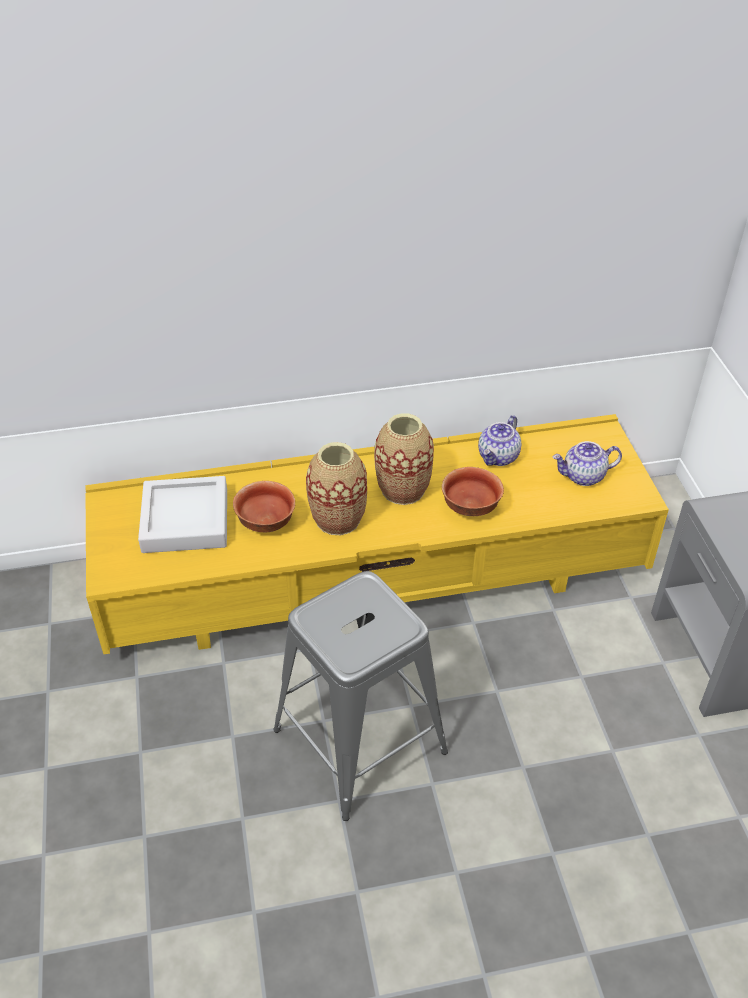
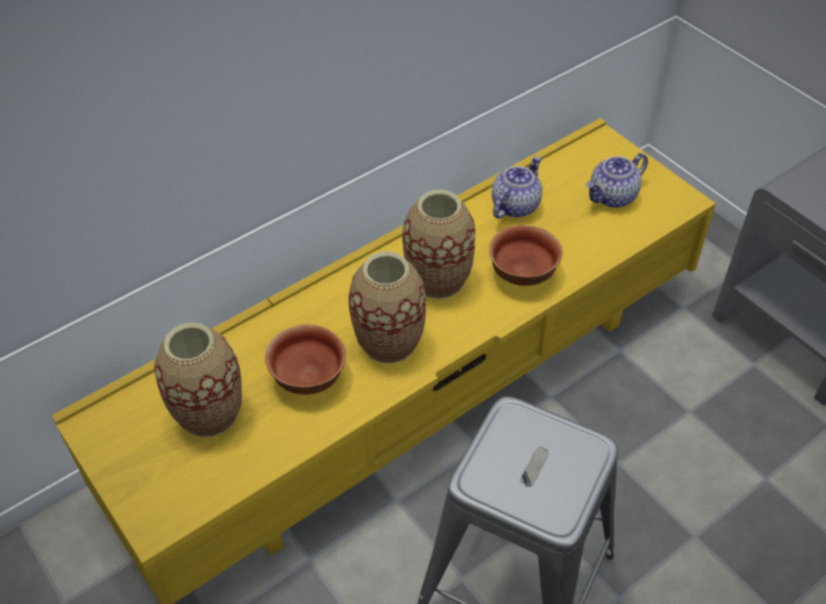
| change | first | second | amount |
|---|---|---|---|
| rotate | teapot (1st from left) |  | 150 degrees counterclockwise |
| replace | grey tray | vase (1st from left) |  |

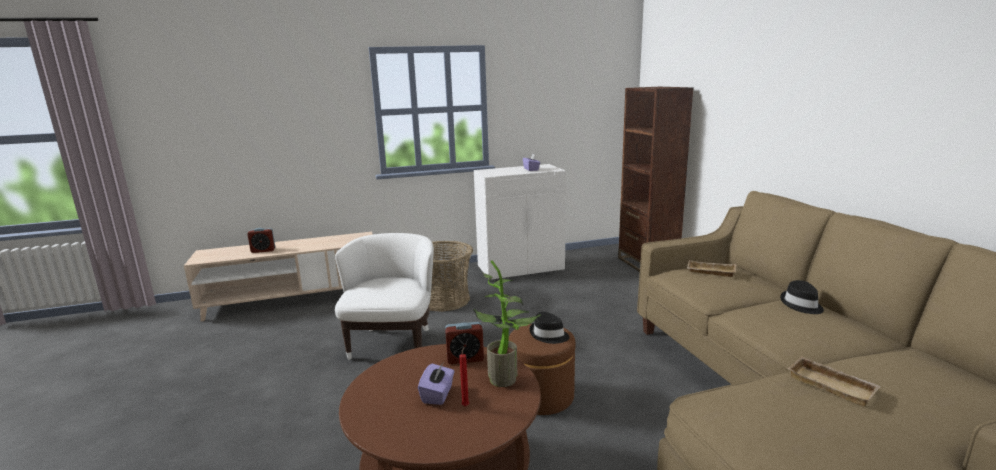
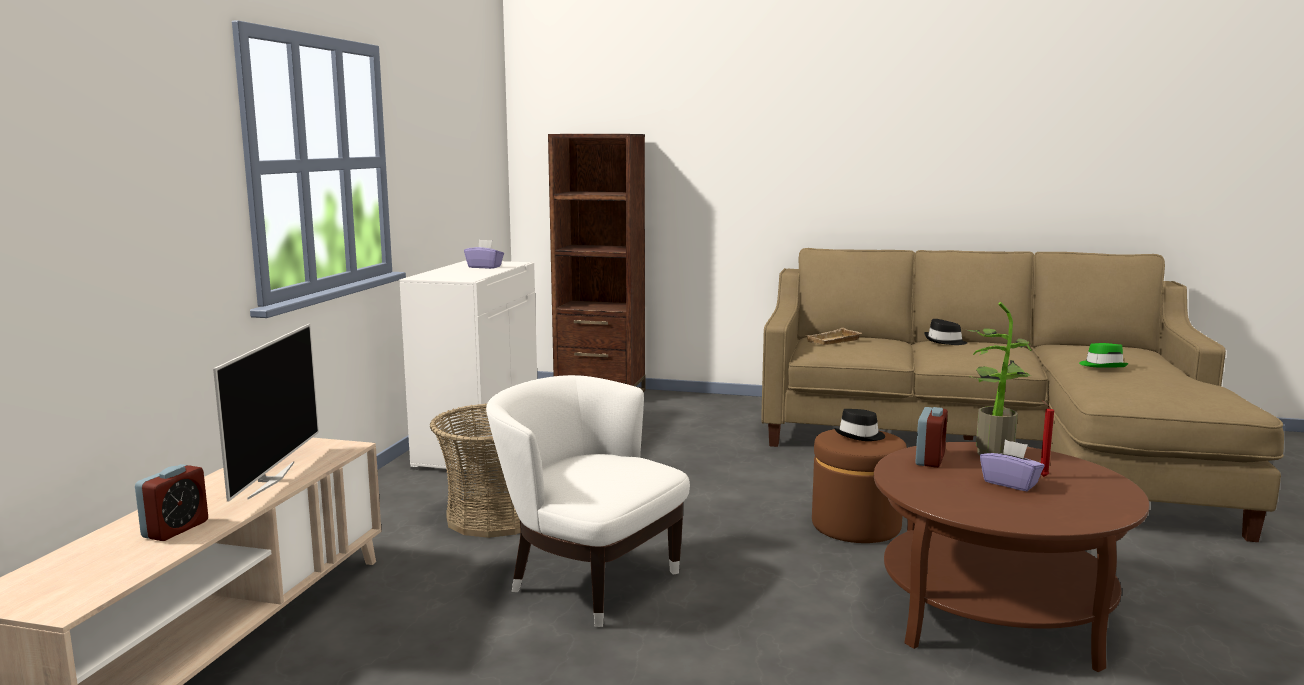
| change | first | second | amount |
|---|---|---|---|
| replace | beige tray (2nd from left) | green hat |  |
| insert |  | television |  |

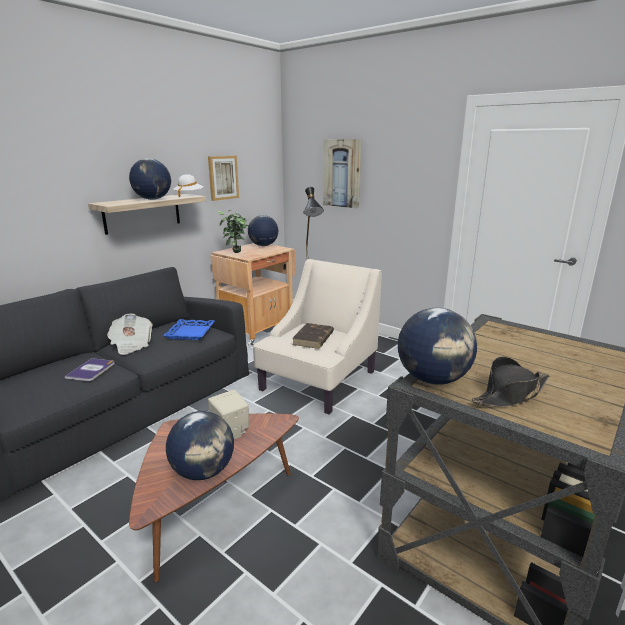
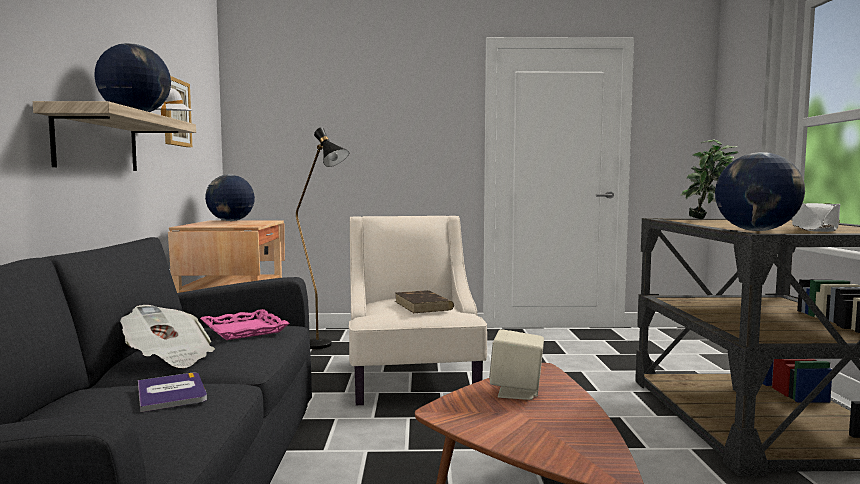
| change | first | second | amount |
|---|---|---|---|
| delete | picture (2nd from left) |  |  |
| move | potted plant |  |  |
| recolor | blue tray | pink tray |  |
| recolor | black hat | white hat (2nd from left) |  |
| delete | globe (2nd from left) |  |  |

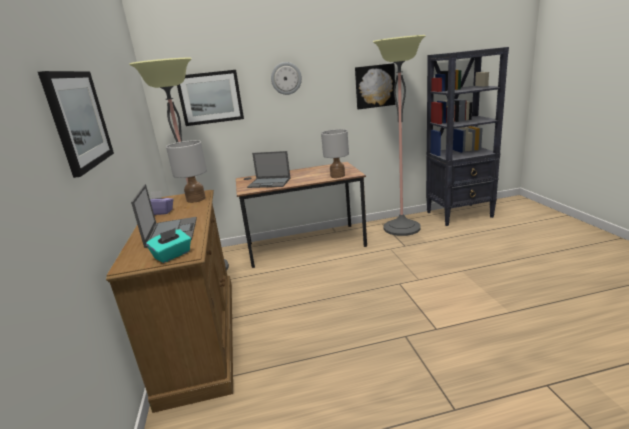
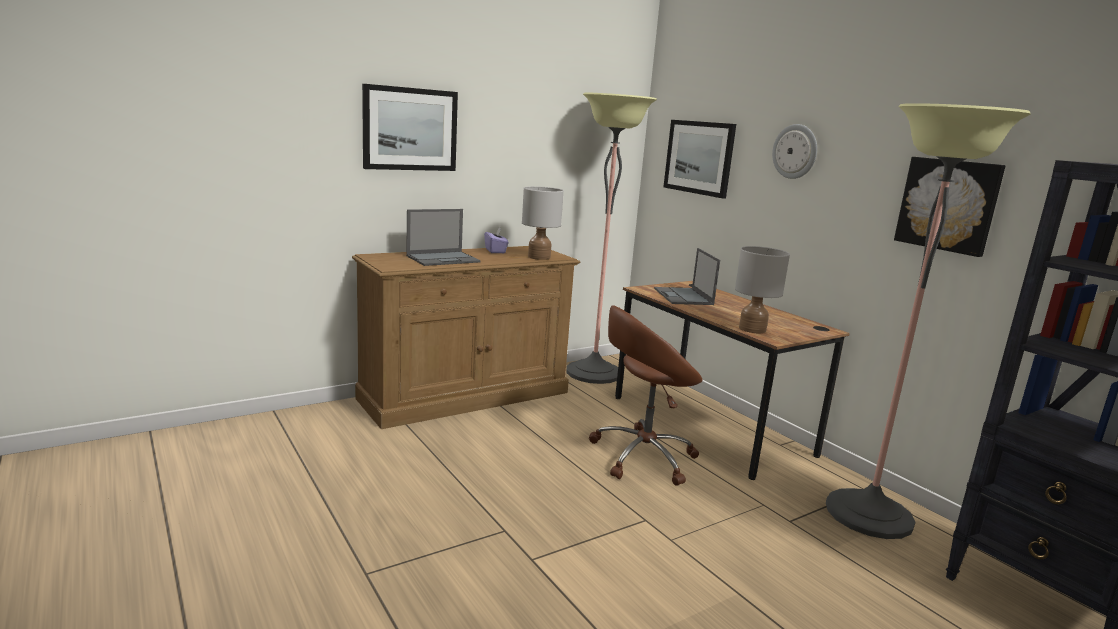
| change | first | second | amount |
|---|---|---|---|
| delete | turquoise tissue box |  |  |
| insert |  | brown office chair |  |

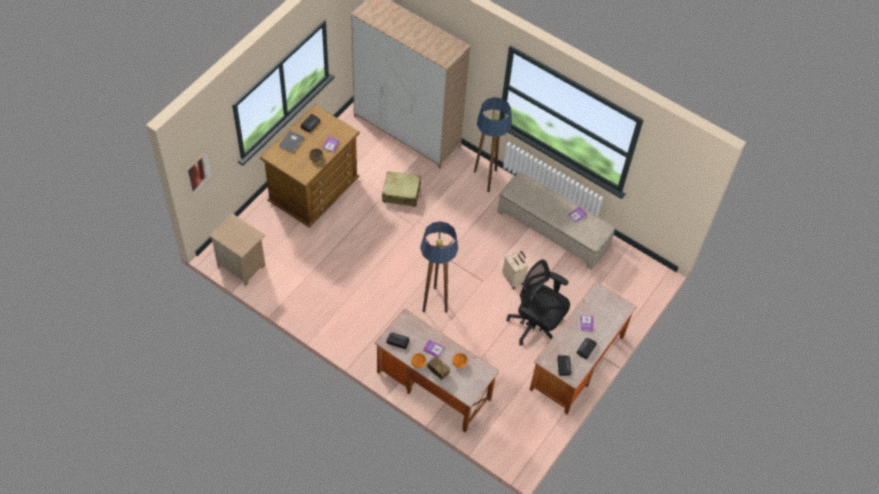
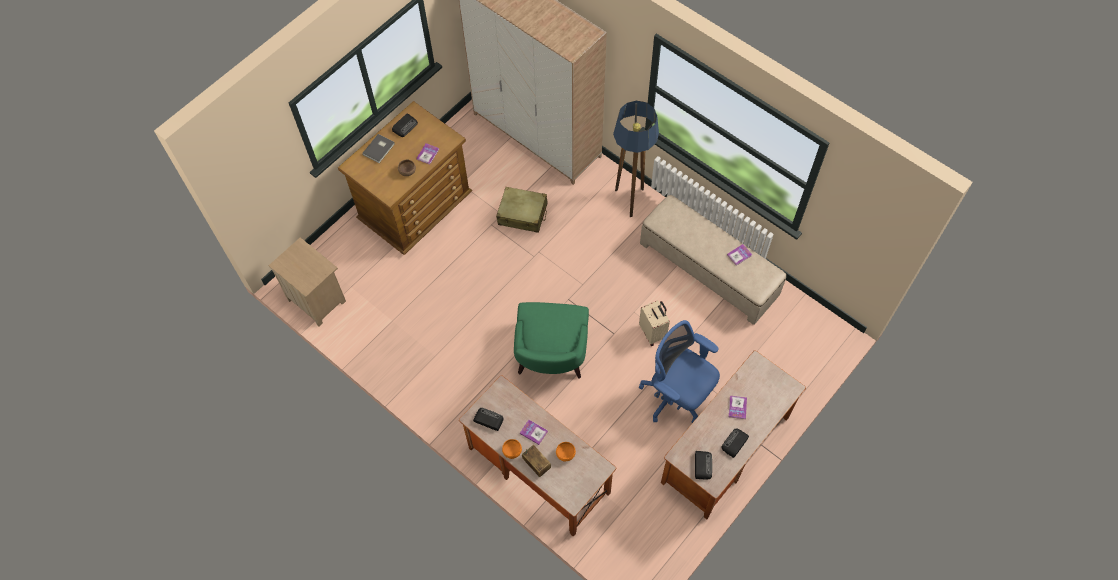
| change | first | second | amount |
|---|---|---|---|
| delete | picture |  |  |
| replace | floor lamp (1st from left) | green armchair |  |
| recolor | black office chair | blue office chair |  |

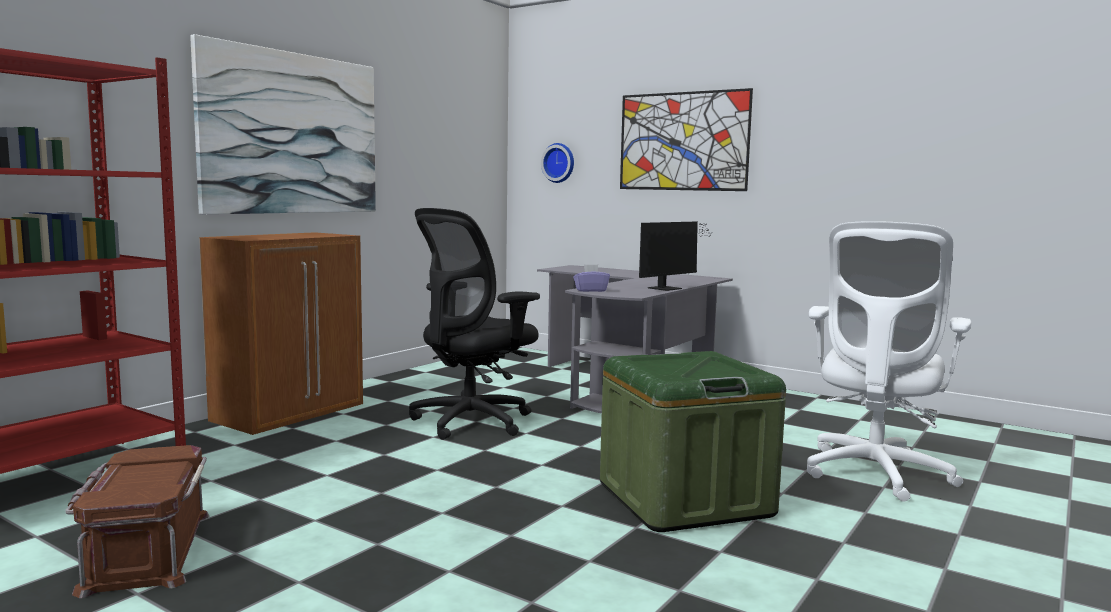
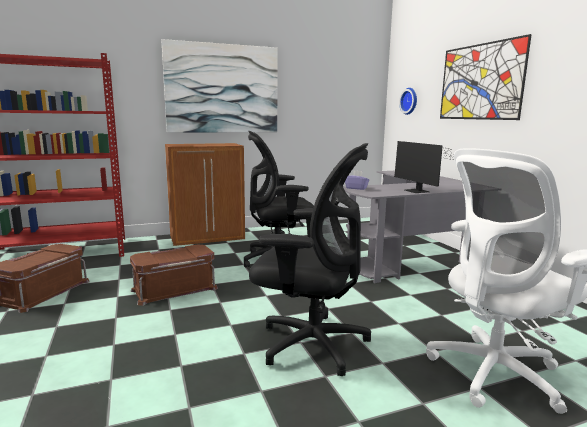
| change | first | second | amount |
|---|---|---|---|
| rotate | monitor |  | 75 degrees clockwise |
| replace | green storage box | black office chair (2nd from left) |  |
| insert |  | brown storage box (2nd from left) |  |

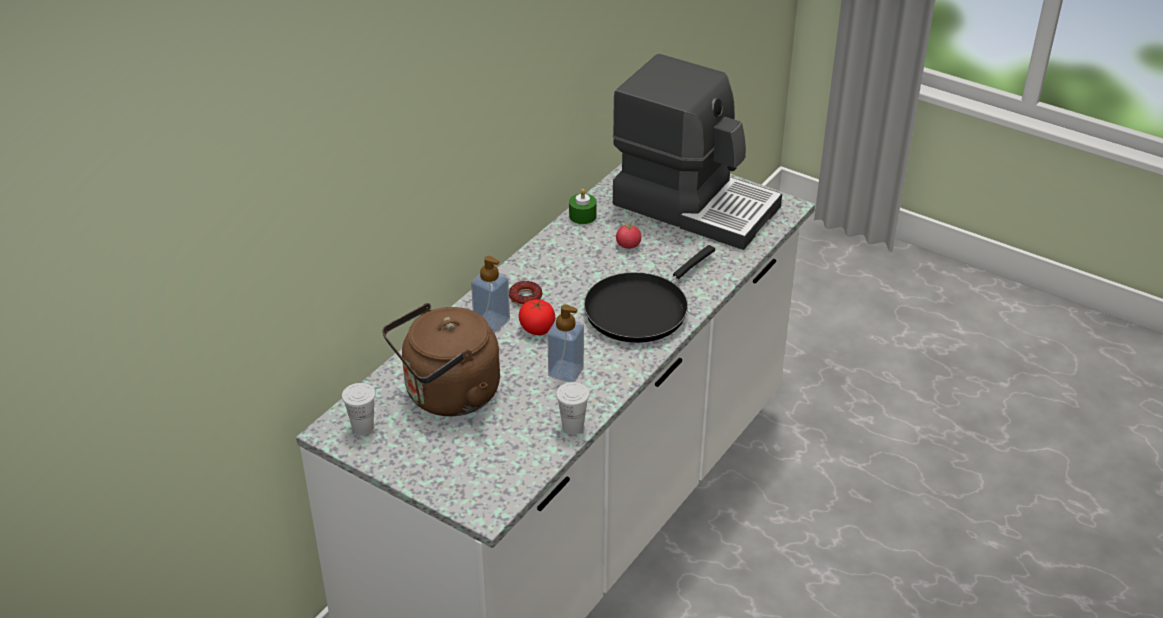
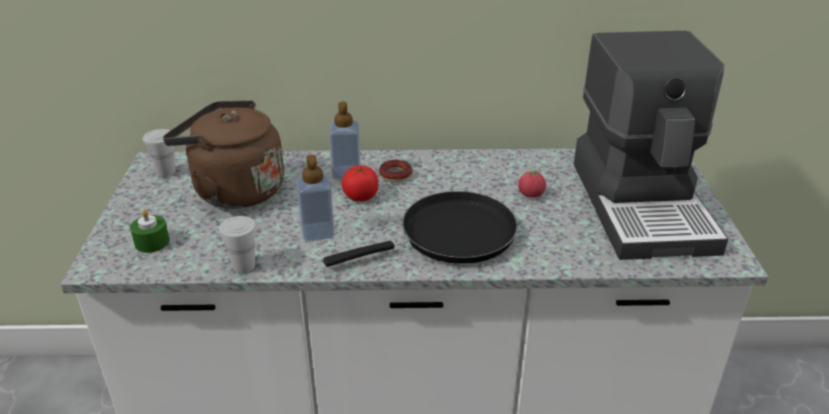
| change | first | second | amount |
|---|---|---|---|
| move | green candle |  |  |
| rotate | black frying pan |  | 150 degrees clockwise |

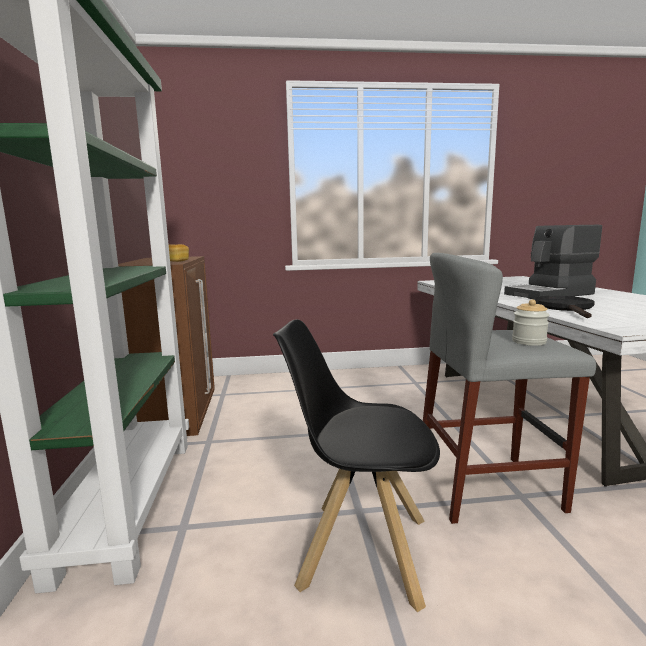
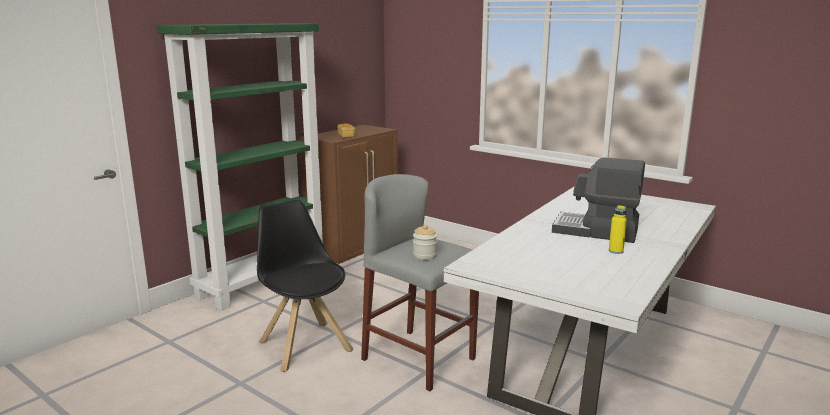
| change | first | second | amount |
|---|---|---|---|
| delete | black frying pan |  |  |
| insert |  | yellow bottle |  |

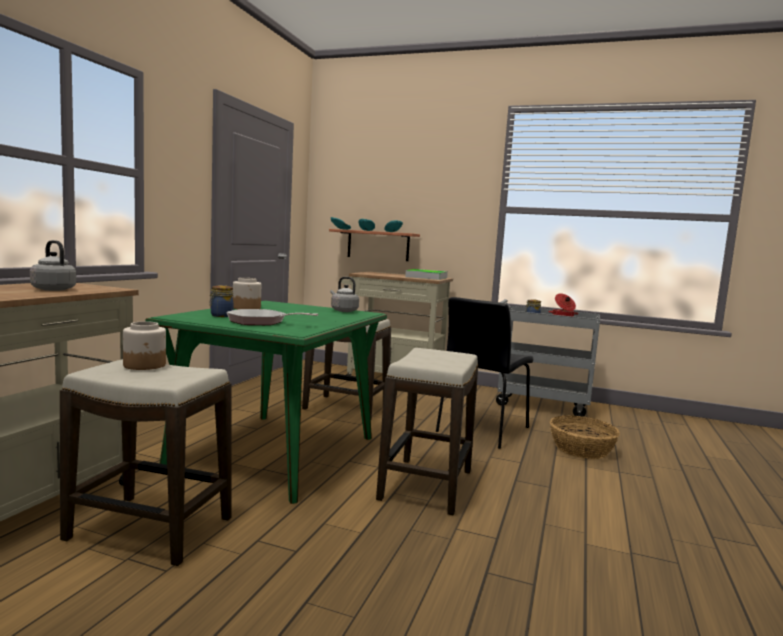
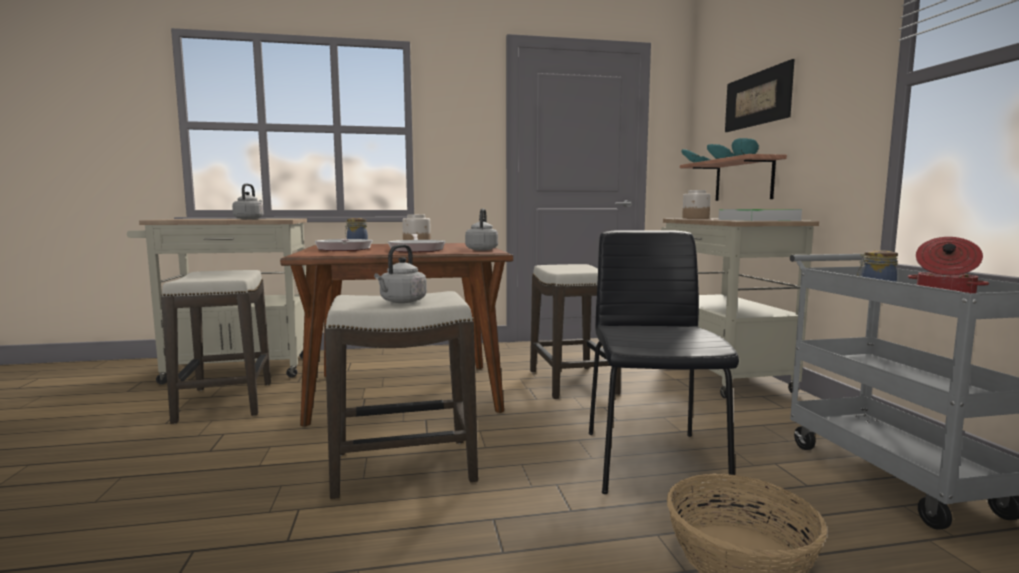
| change | first | second | amount |
|---|---|---|---|
| rotate | black chair |  | 90 degrees clockwise |
| recolor | green dining table | brown dining table |  |
| move | jar (1st from left in the first image) | jar (3rd from left) |  |
| insert |  | picture |  |
| insert |  | frying pan (2nd from left) |  |
| insert |  | grey kettle (2nd from left) |  |

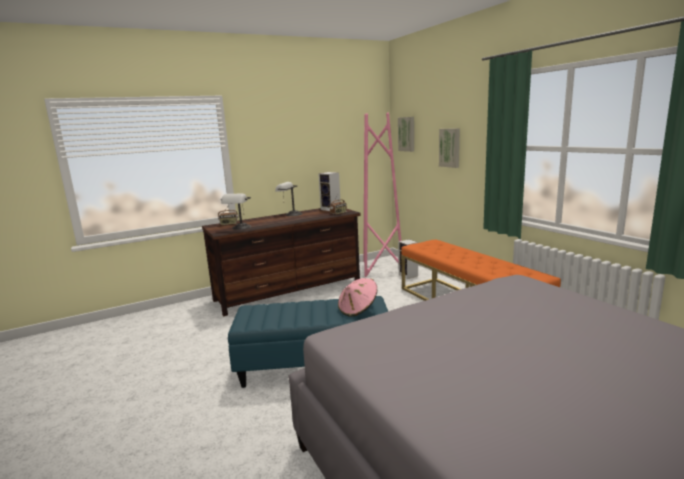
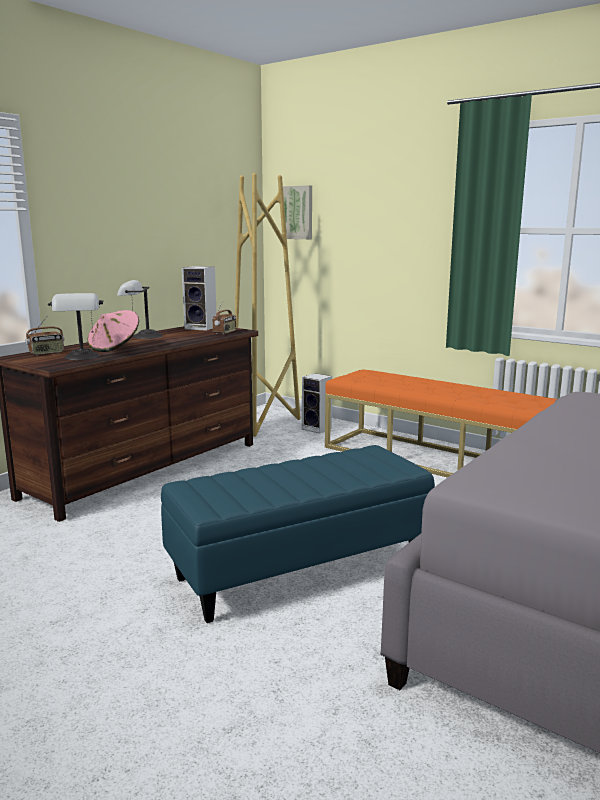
| change | first | second | amount |
|---|---|---|---|
| recolor | pink clothes rack | yellow clothes rack |  |
| delete | picture (2nd from left) |  |  |
| move | pink hat |  |  |

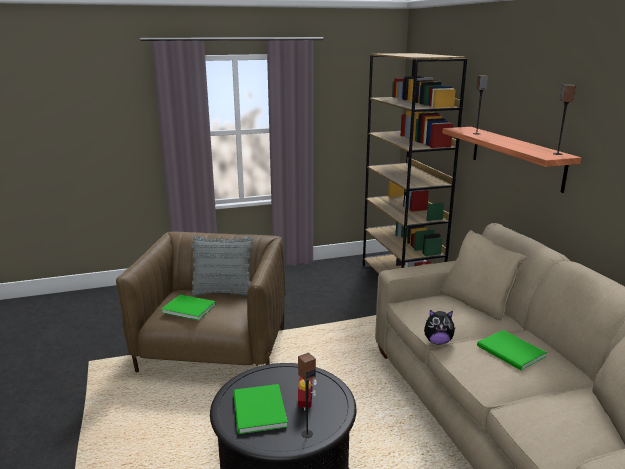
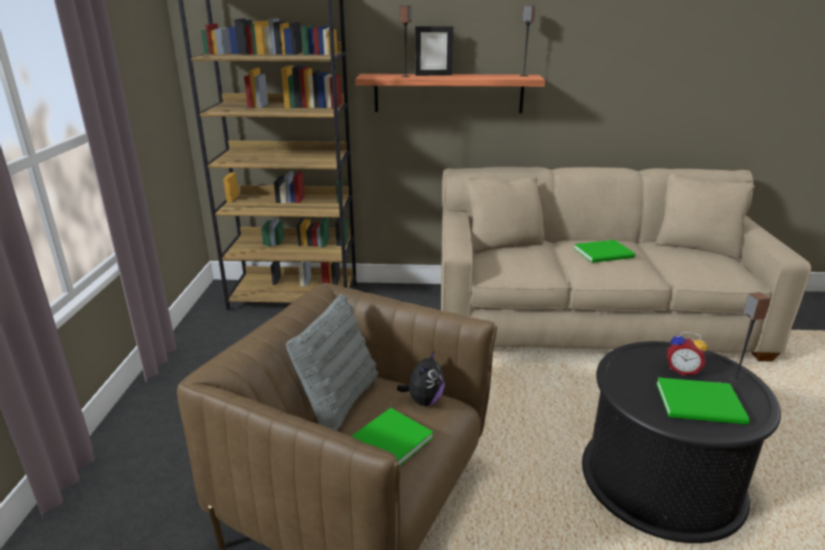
| change | first | second | amount |
|---|---|---|---|
| move | plush toy |  |  |
| insert |  | picture frame |  |

